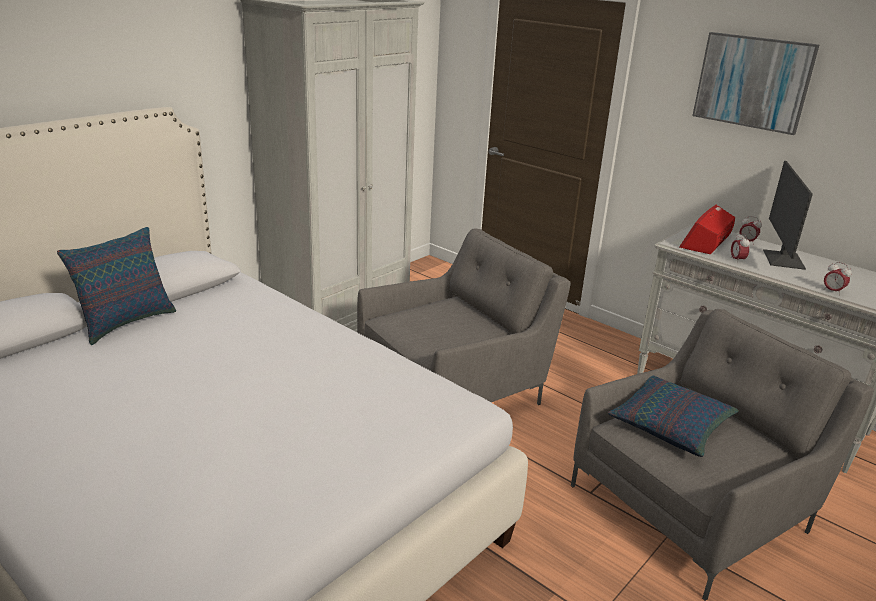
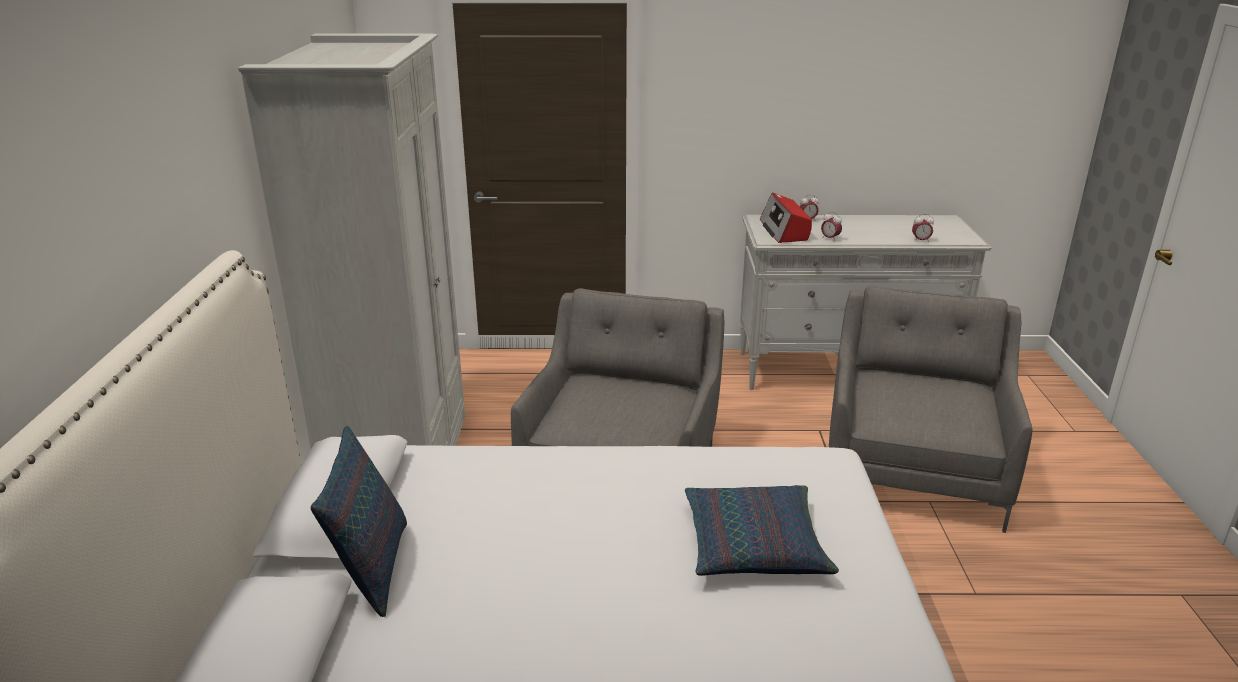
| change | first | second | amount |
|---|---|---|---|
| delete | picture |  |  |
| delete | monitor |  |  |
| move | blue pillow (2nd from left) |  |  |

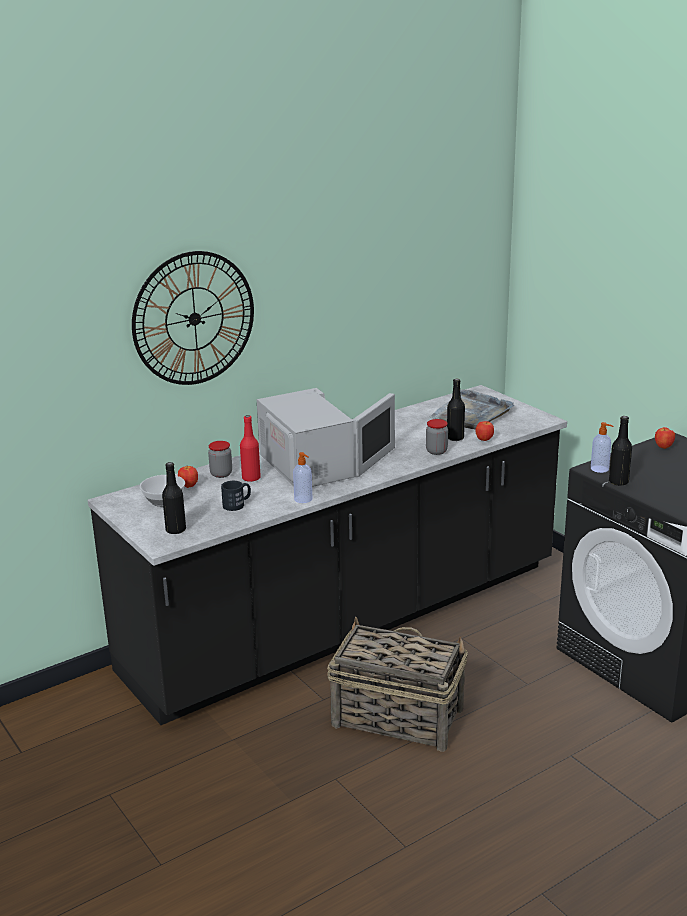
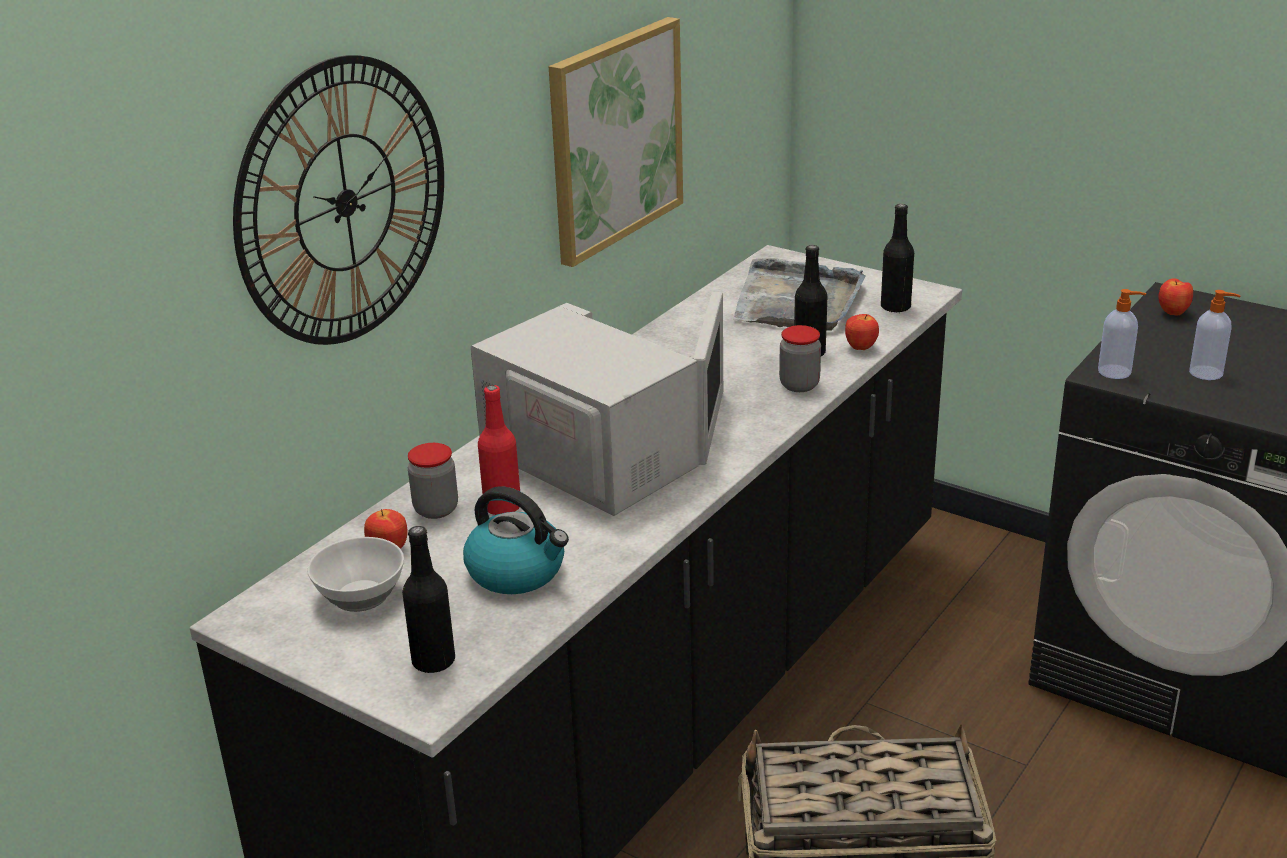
| change | first | second | amount |
|---|---|---|---|
| move | black bottle (3rd from left) |  |  |
| move | soap dispenser (1st from left in the first image) | soap dispenser (2nd from left) |  |
| replace | black mug | kettle |  |
| insert |  | picture |  |

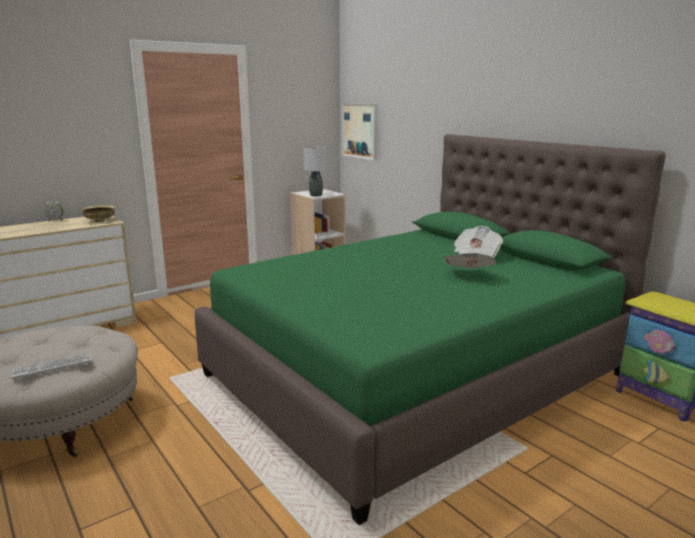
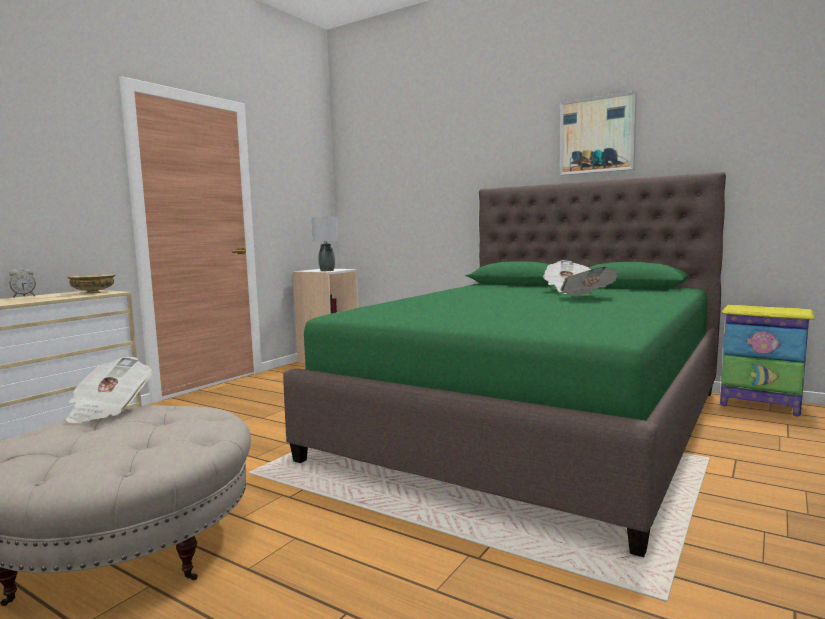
| change | first | second | amount |
|---|---|---|---|
| move | picture |  |  |
| delete | keyboard |  |  |
| insert |  | newspaper (1st from left) |  |

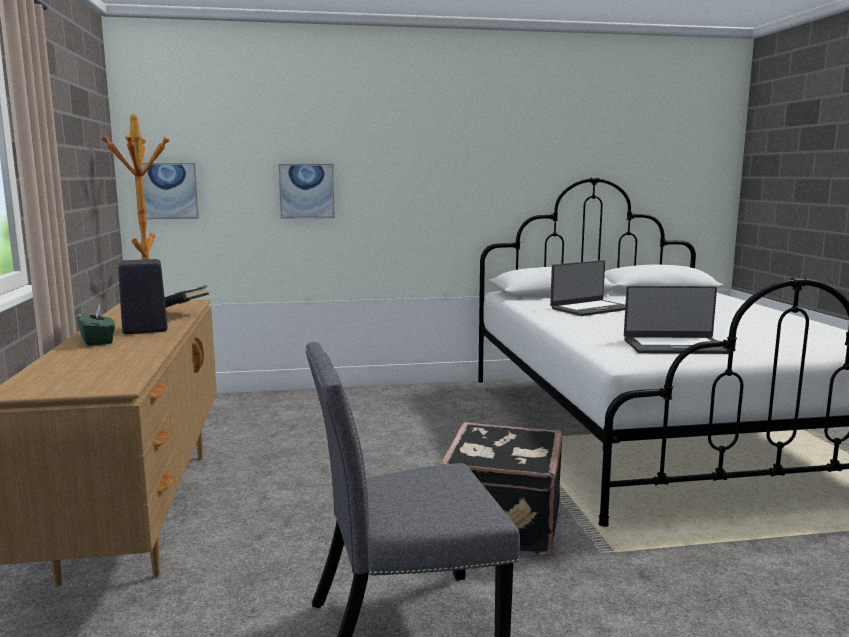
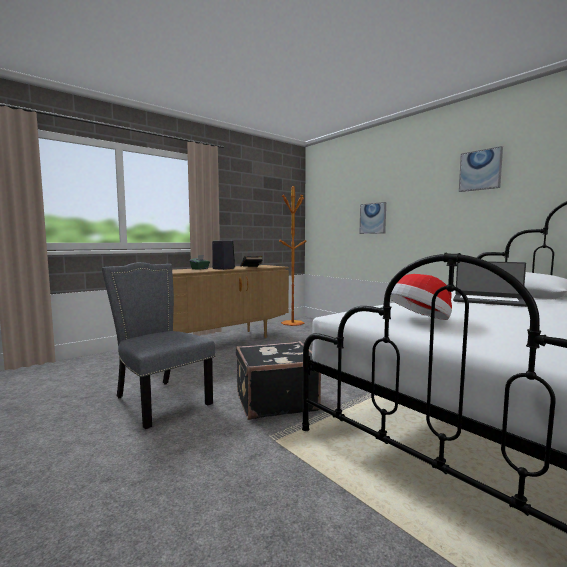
| change | first | second | amount |
|---|---|---|---|
| move | picture (1st from left in the first image) | picture (2nd from left) |  |
| replace | laptop (2nd from left) | hat |  |

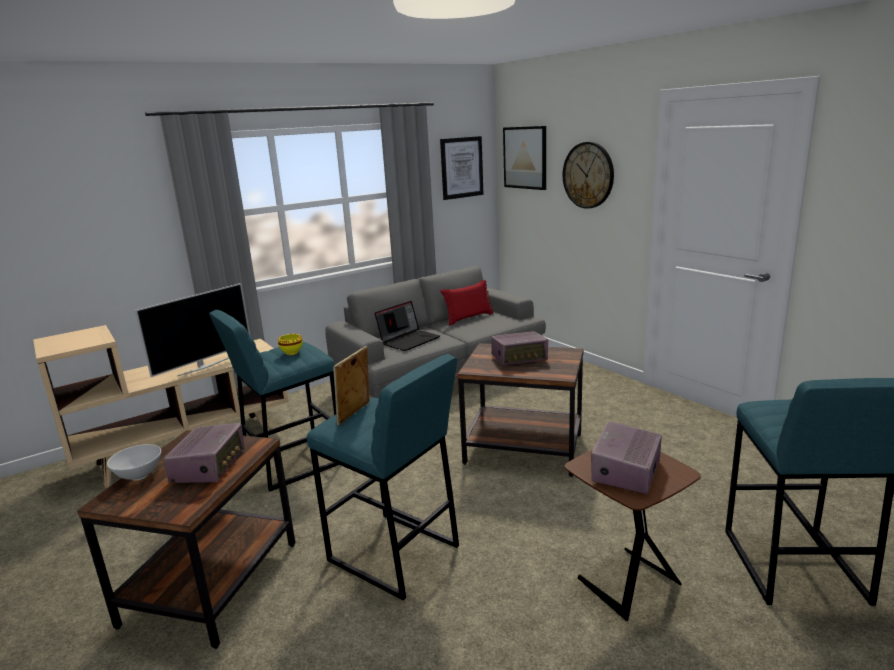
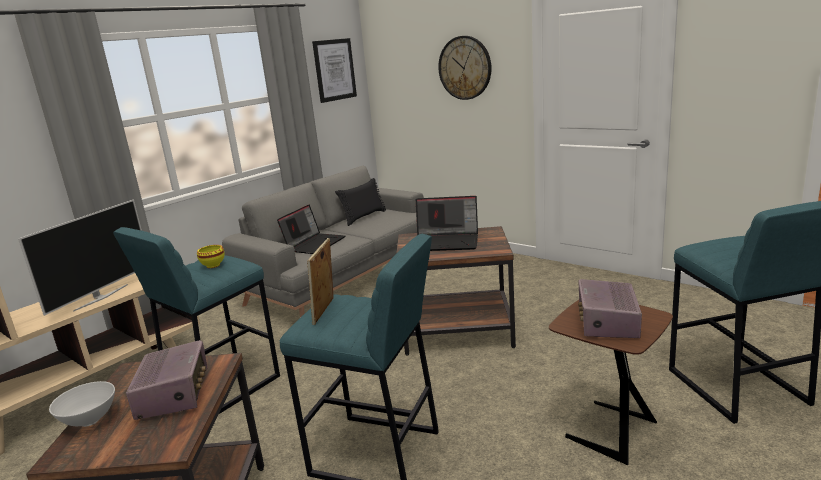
| change | first | second | amount |
|---|---|---|---|
| delete | picture (2nd from left) |  |  |
| recolor | red pillow | black pillow |  |
| replace | radio (2nd from left) | laptop (2nd from left) |  |

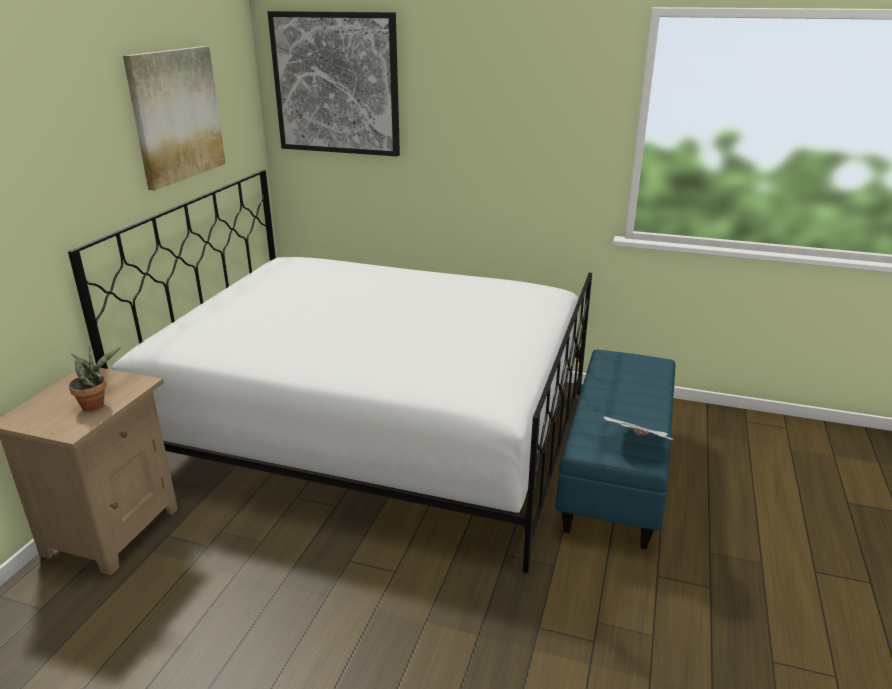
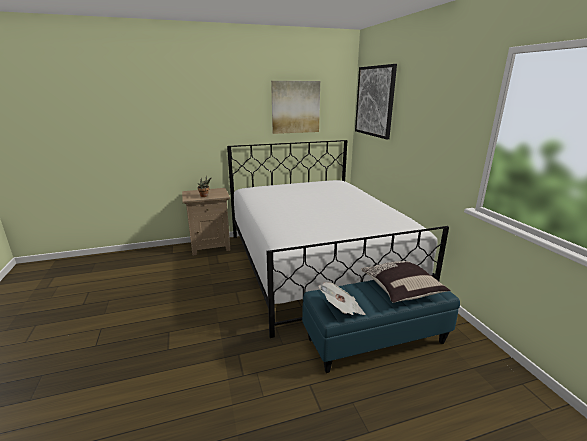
| change | first | second | amount |
|---|---|---|---|
| insert |  | pillow |  |

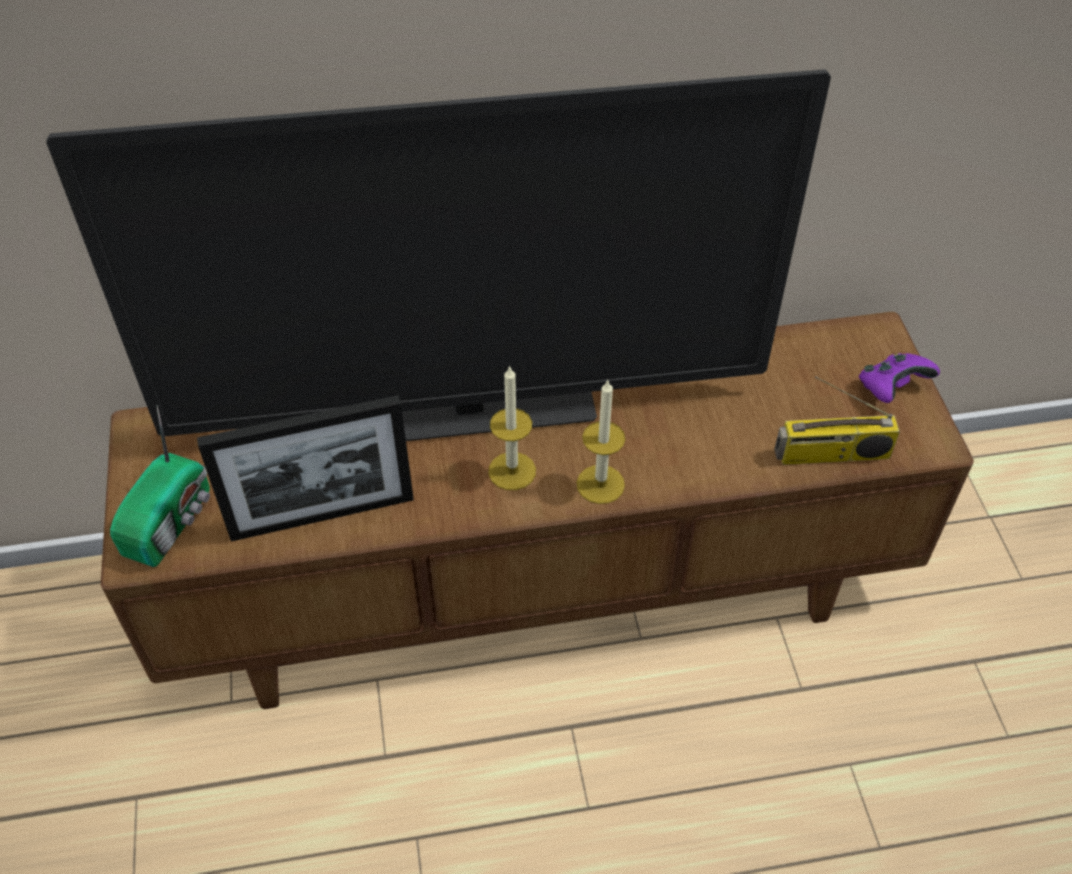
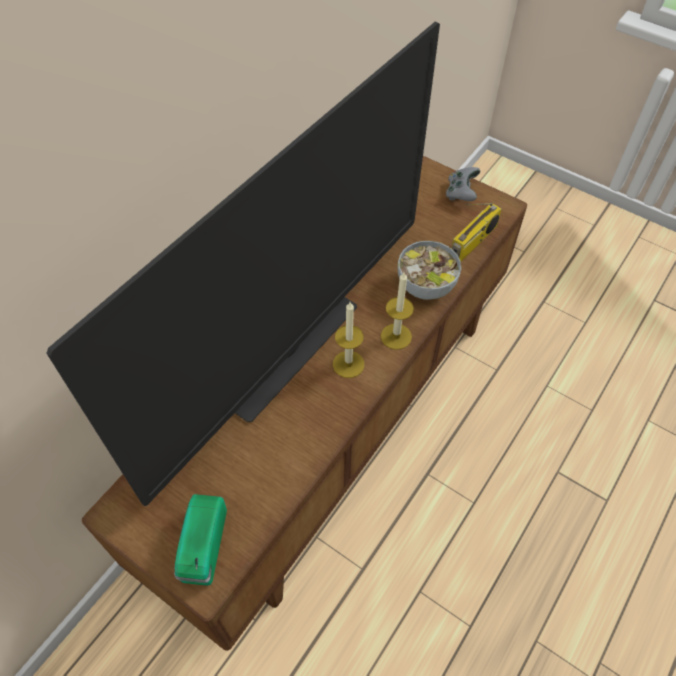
| change | first | second | amount |
|---|---|---|---|
| recolor | purple game controller | grey game controller |  |
| delete | picture frame |  |  |
| rotate | radio (1st from left) |  | 150 degrees counterclockwise |
| insert |  | bowl |  |

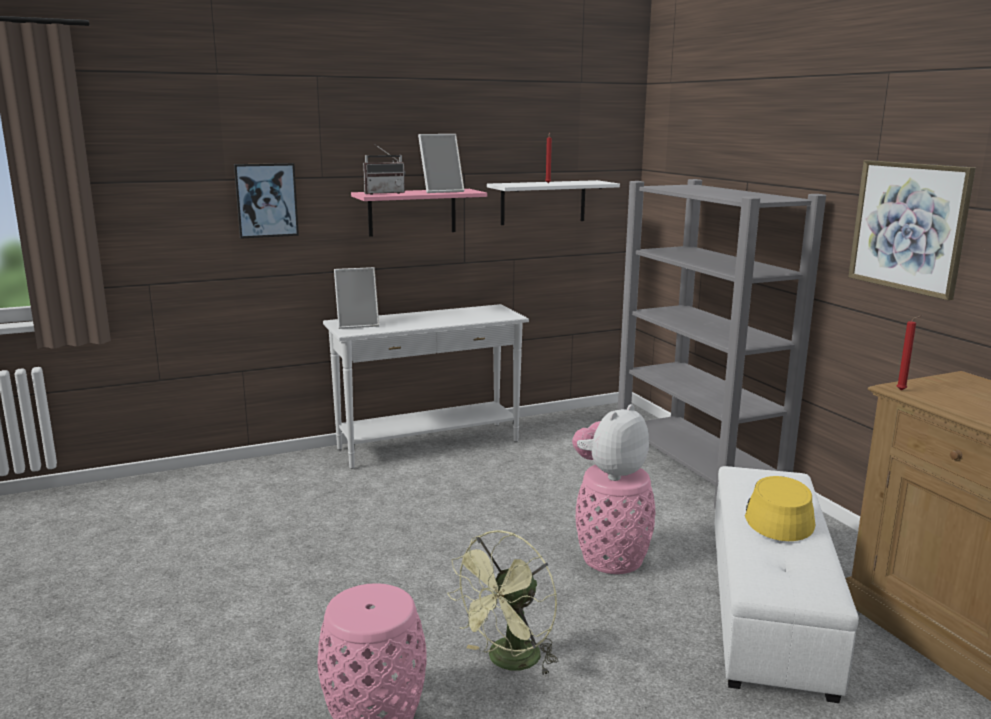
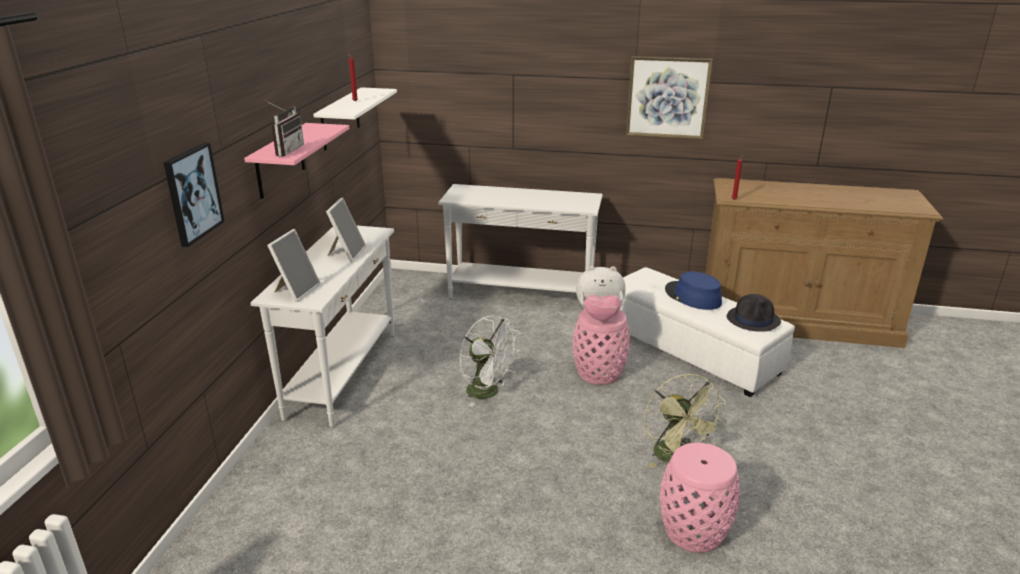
| change | first | second | amount |
|---|---|---|---|
| move | picture frame (2nd from left) |  |  |
| replace | grey bookcase | white console table (2nd from left) |  |
| rotate | plush toy |  | 75 degrees counterclockwise |
| recolor | yellow hat | blue hat |  |
| insert |  | black hat |  |
| insert |  | white fan |  |

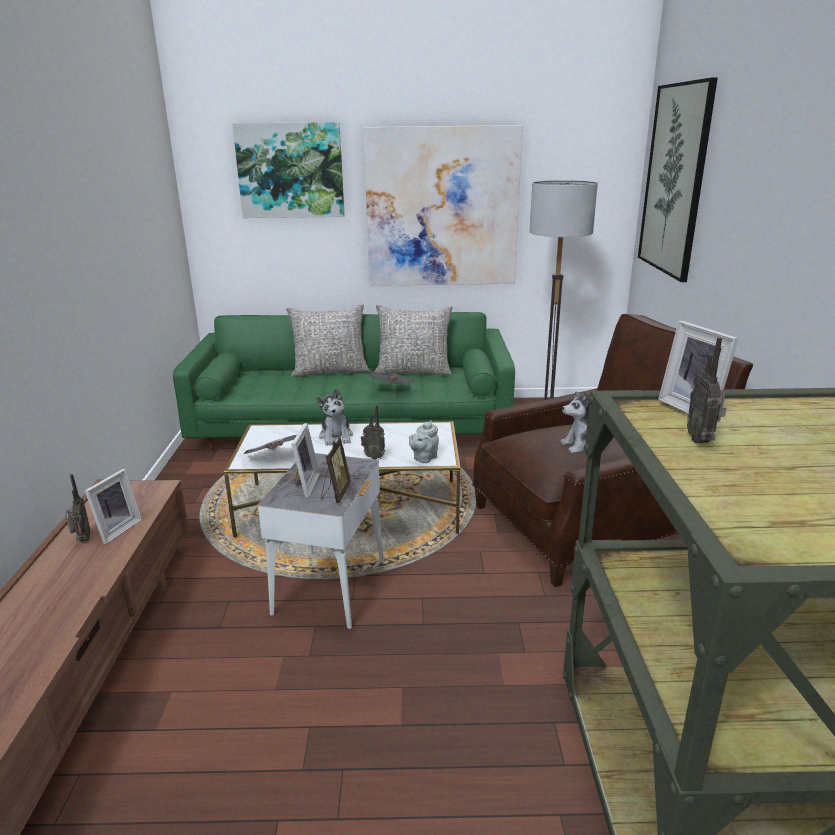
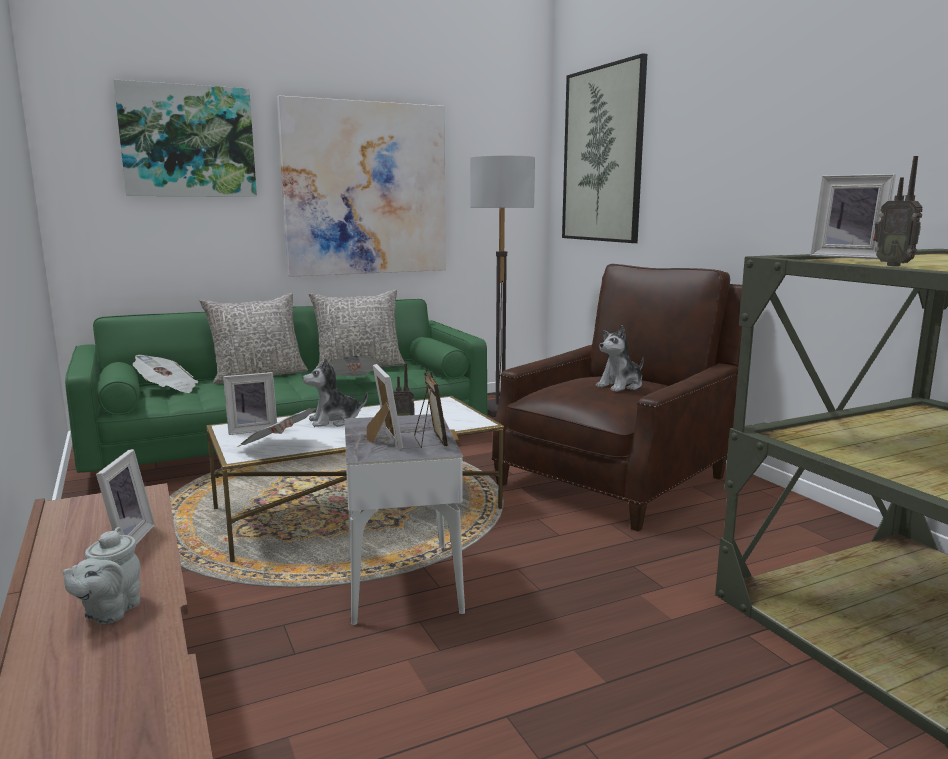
| change | first | second | amount |
|---|---|---|---|
| rotate | plush toy (1st from left) |  | 105 degrees clockwise |
| move | grey teapot |  |  |
| delete | radio (1st from left) |  |  |
| insert |  | newspaper (1st from left) |  |
| insert |  | picture frame (2nd from left) |  |

